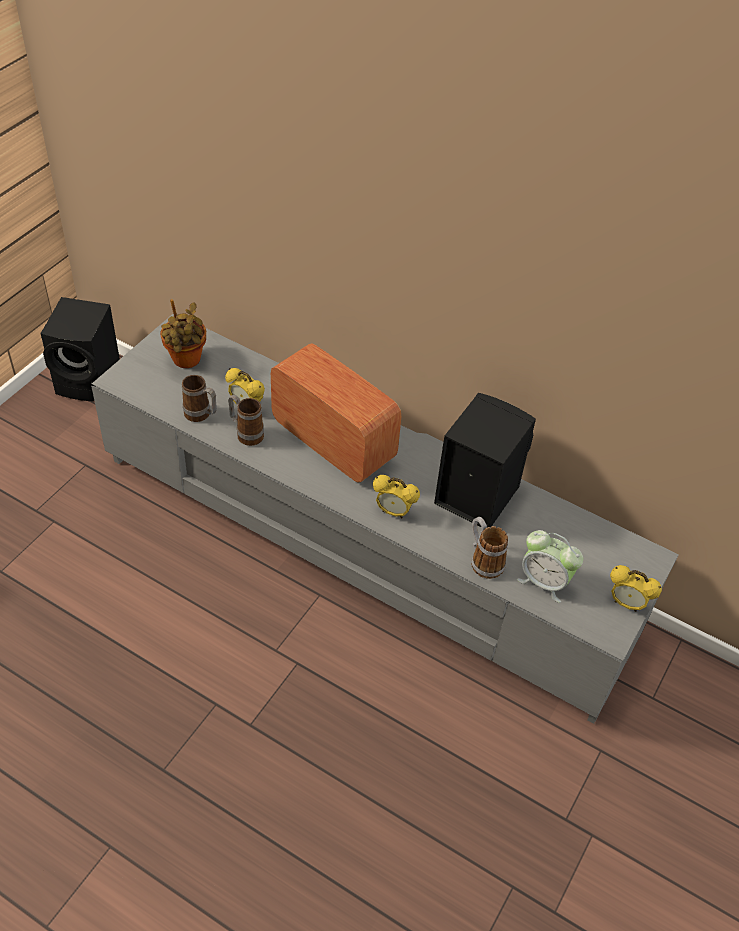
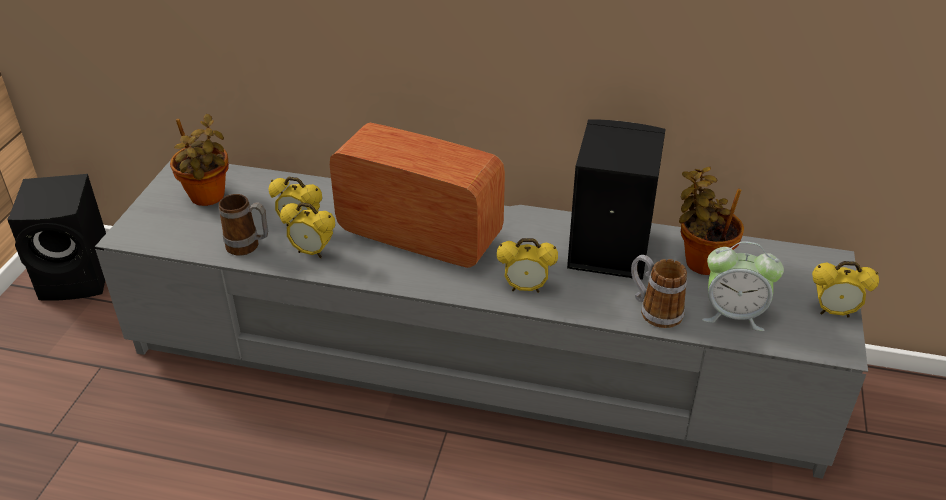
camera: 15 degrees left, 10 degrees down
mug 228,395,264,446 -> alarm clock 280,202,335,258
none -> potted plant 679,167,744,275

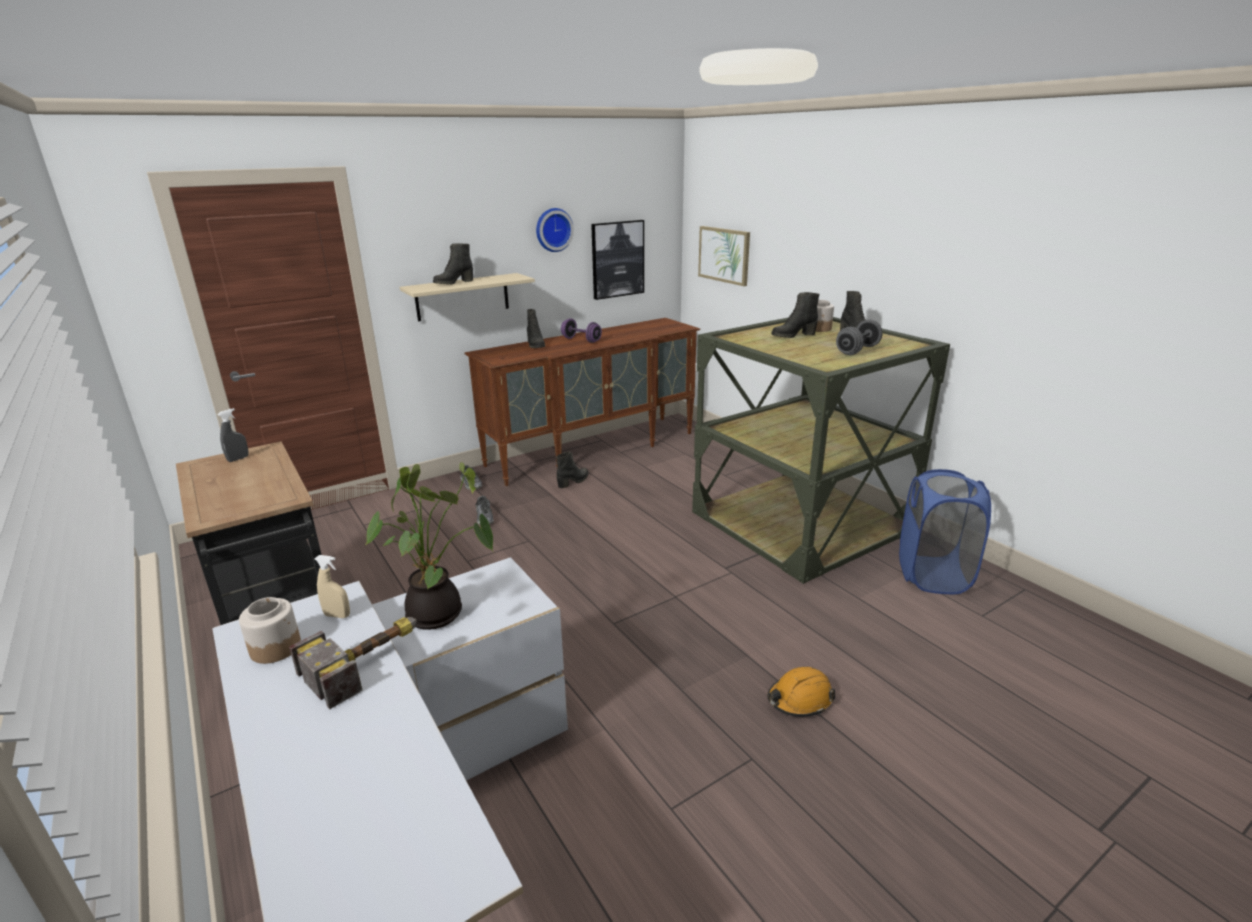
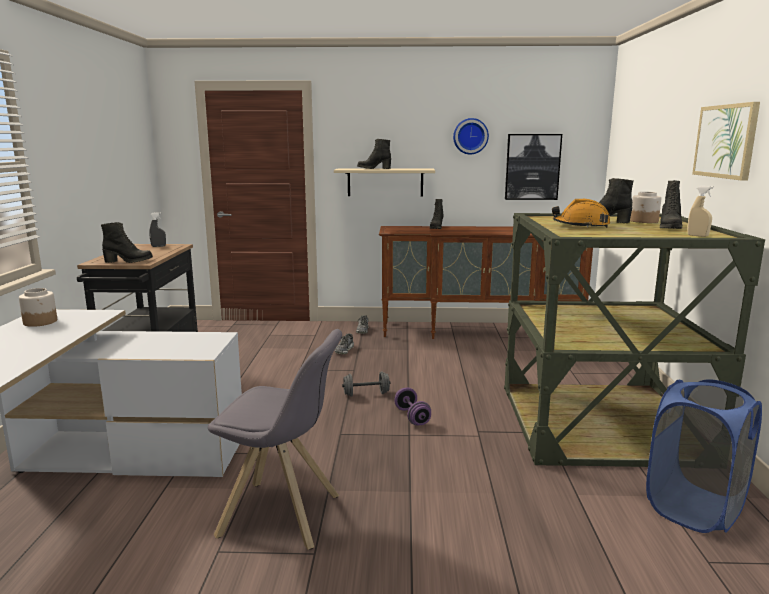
camera: 35 degrees right, 10 degrees down
picture 698,226,750,286 -> picture 692,102,760,181, move
dumbbell (purple) 561,318,602,343 -> dumbbell (purple) 394,388,431,425, move
dumbbell (grey) 836,319,883,355 -> dumbbell (grey) 342,372,390,397, move
boot (black) 556,452,589,488 -> boot (black) 101,222,153,263, move
potted plant 366,462,493,630 -> none
spray bottle (beige) 315,555,350,618 -> spray bottle (beige) 688,186,714,237, move
hammer 289,617,417,709 -> none
hard hat (orange) 767,667,835,717 -> hard hat (orange) 552,199,610,228, move
none -> chair (grey) 208,329,342,550

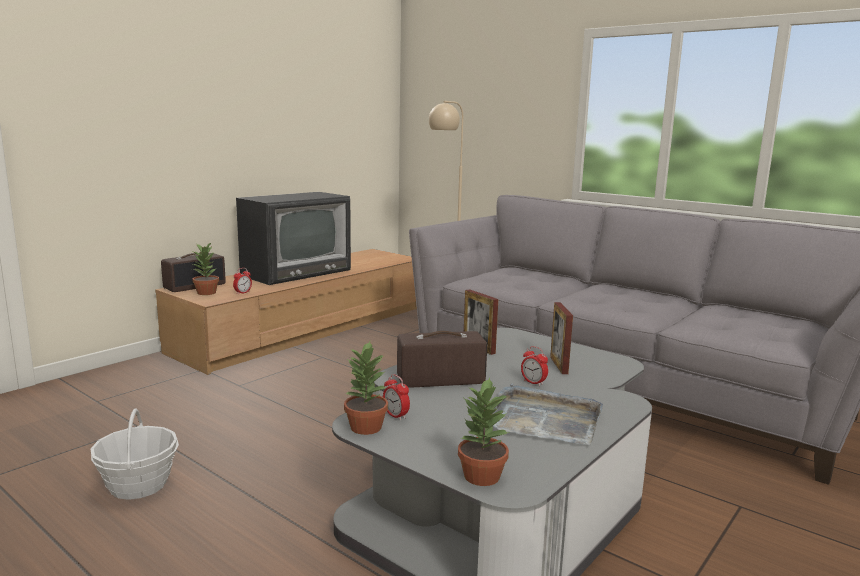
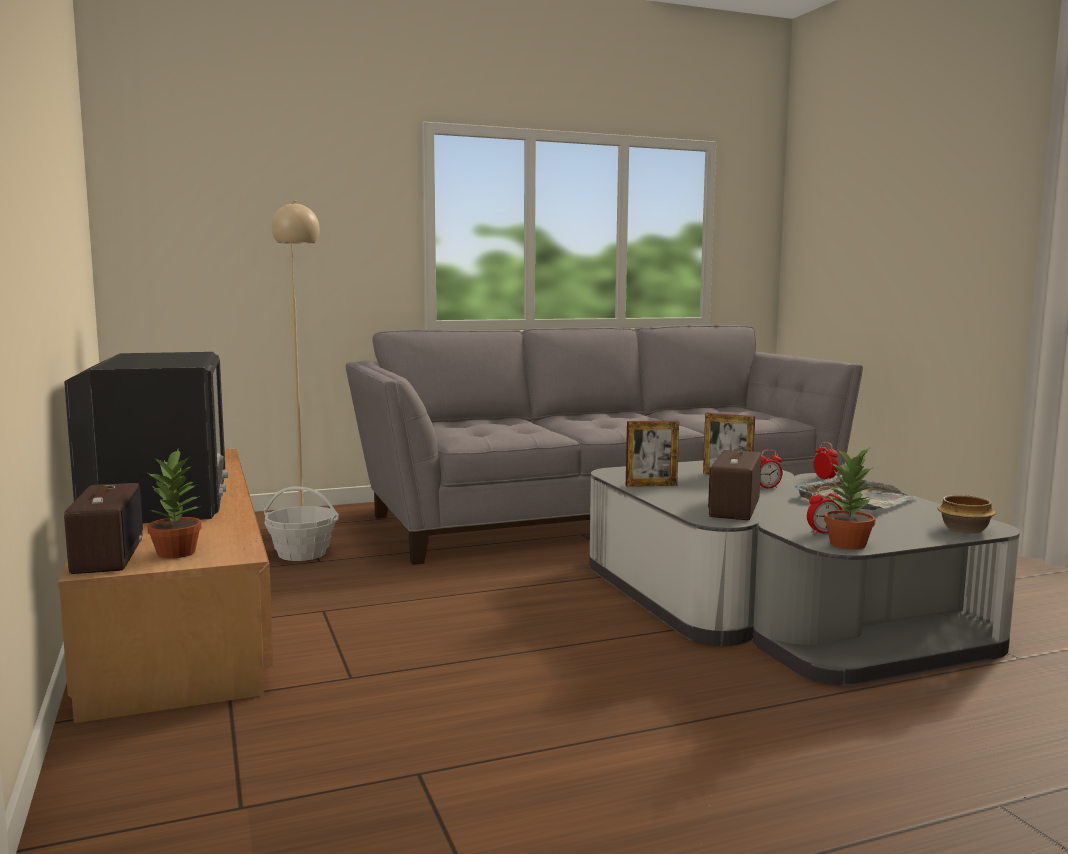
camera: 60 degrees left, 5 degrees down
alarm clock 233,268,252,294 -> alarm clock 814,442,838,479, move
potted plant 458,377,510,486 -> bowl 938,495,996,533
basket 91,408,179,500 -> basket 264,487,339,561, move

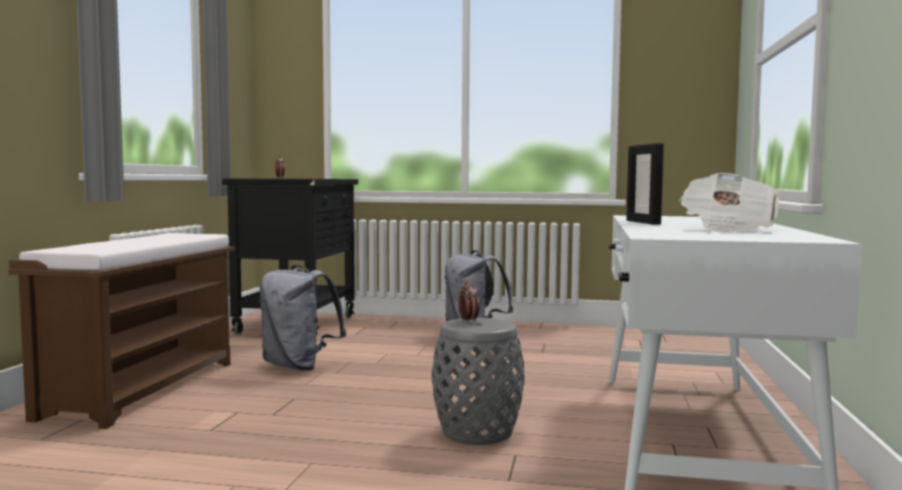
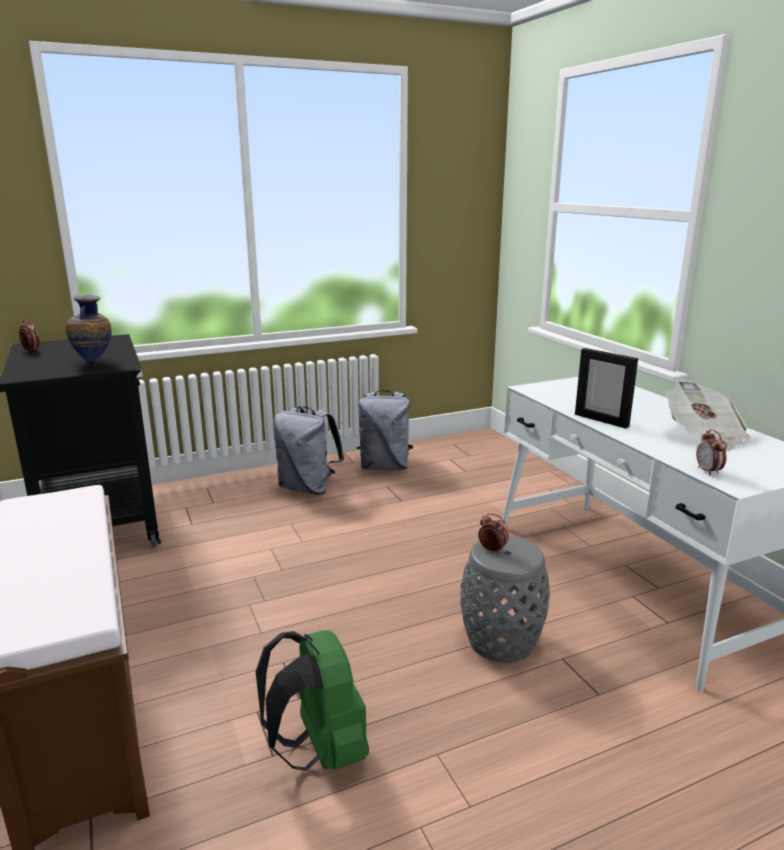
camera: 35 degrees left, 15 degrees up
backpack (grey) 260,265,346,370 -> backpack (grey) 357,390,413,470, move
none -> vase 66,295,112,362
none -> alarm clock 696,429,727,476
none -> backpack (green) 256,630,369,771

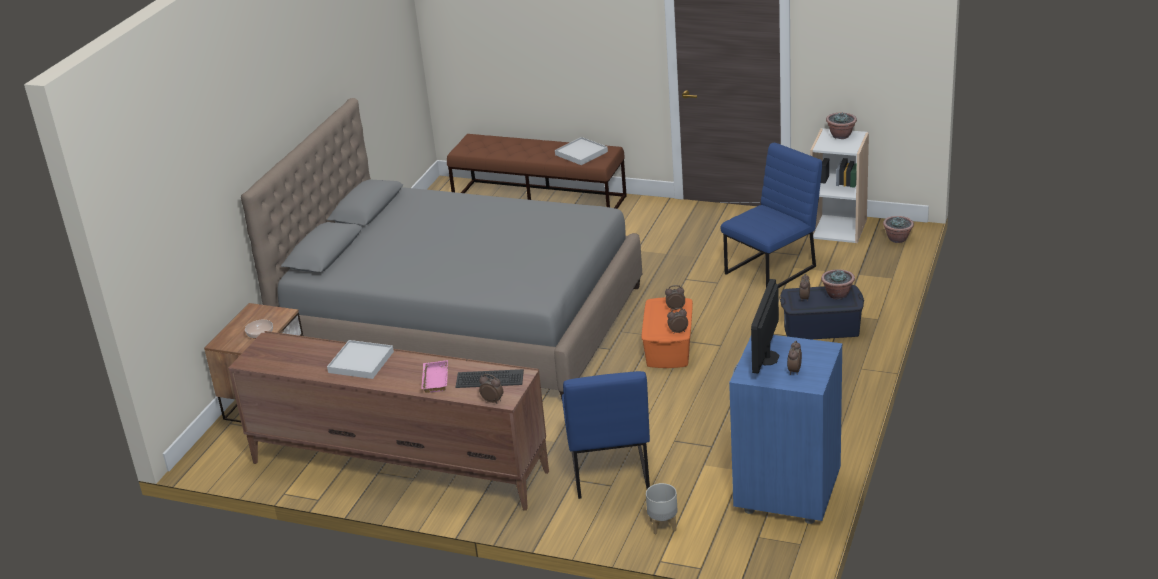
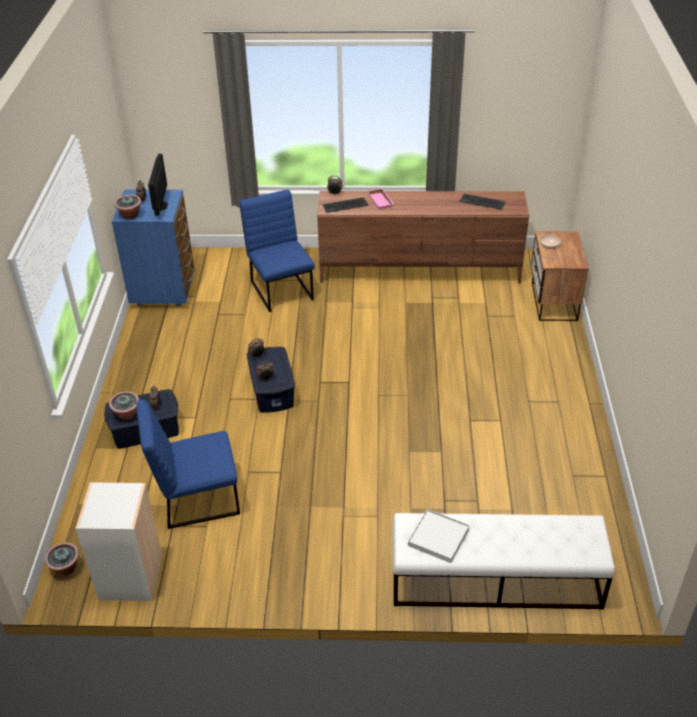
camera: 160 degrees right, 10 degrees up
bed (grey) 241,98,643,399 -> none
potted plant 826,112,857,139 -> potted plant 114,195,141,219, move
bench (brown) 447,134,627,209 -> bench (white) 392,513,615,609
chair (blue) 721,142,822,288 -> chair (blue) 136,399,240,529, 45 degrees clockwise
storage box (orange) 642,297,693,368 -> storage box (blue) 247,347,295,413
tray (white) 327,340,394,379 -> none
planter (grey) 646,483,678,534 -> none
none -> keyboard 459,194,506,210

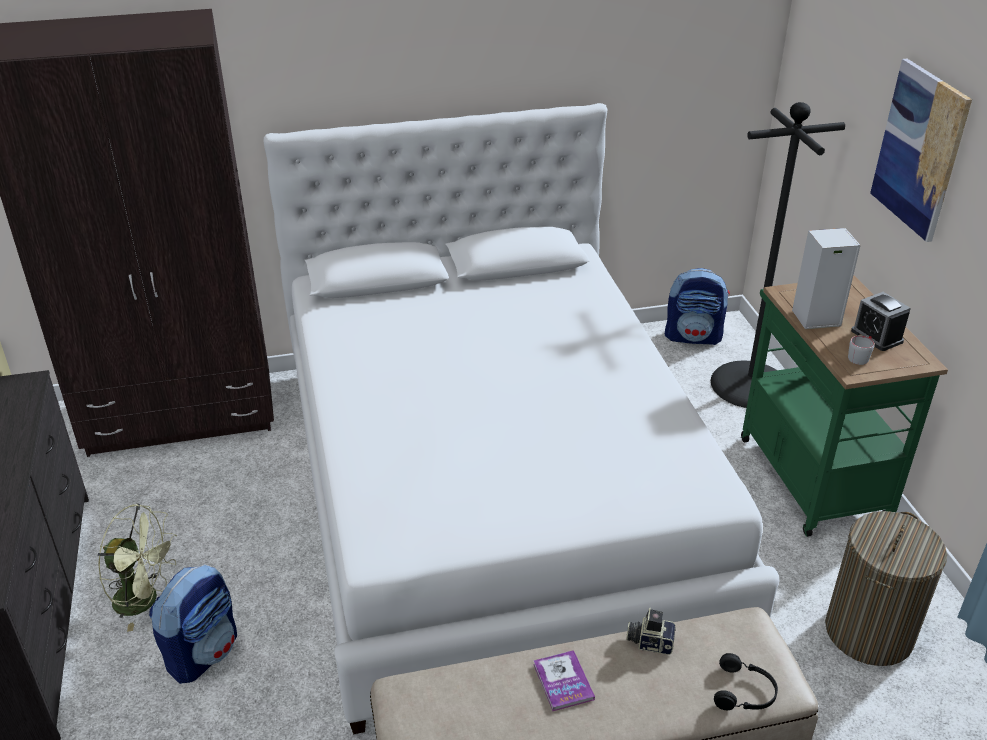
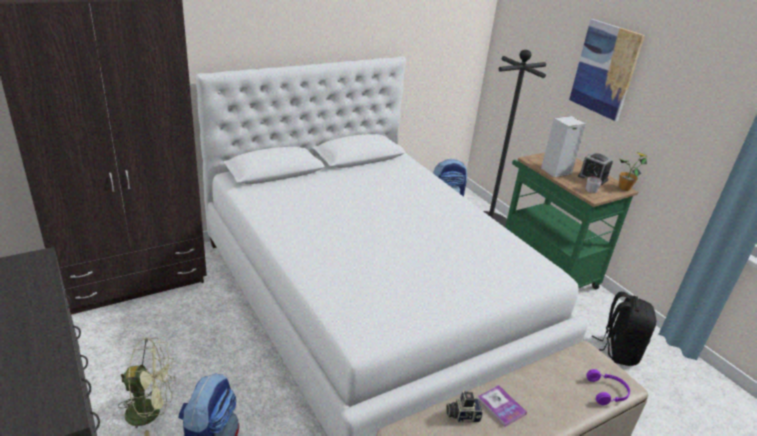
camera: 20 degrees left, 5 degrees down
laundry basket 825,511,947,666 -> backpack (black) 592,292,656,366
photo camera 626,608,676,655 -> photo camera 446,391,483,422, move
headphones (black) 714,653,778,710 -> headphones (purple) 587,369,630,405
none -> potted plant 619,152,648,191

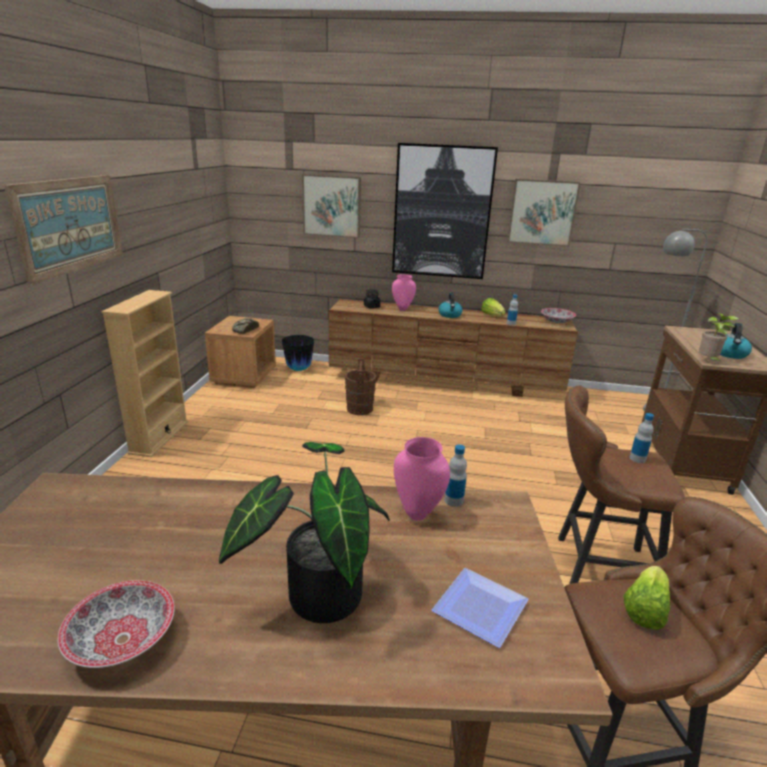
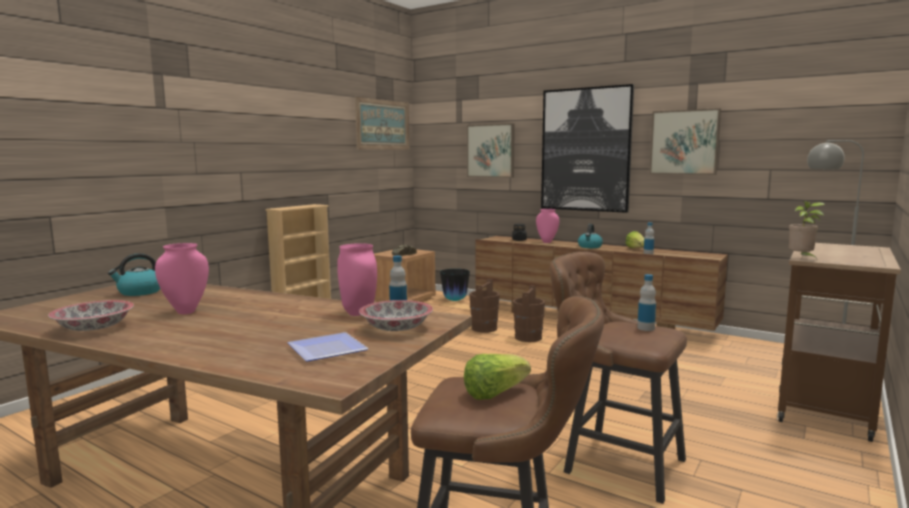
camera: 25 degrees right, 15 degrees down
picture 4,175,123,285 -> picture 355,97,410,150, move
bowl 541,308,576,323 -> bowl 359,300,433,331, move
kettle 720,323,752,359 -> kettle 108,253,160,296, move
potted plant 219,442,390,623 -> none
none -> vase (pink) 155,243,209,314
none -> bucket (brown) 513,285,545,342

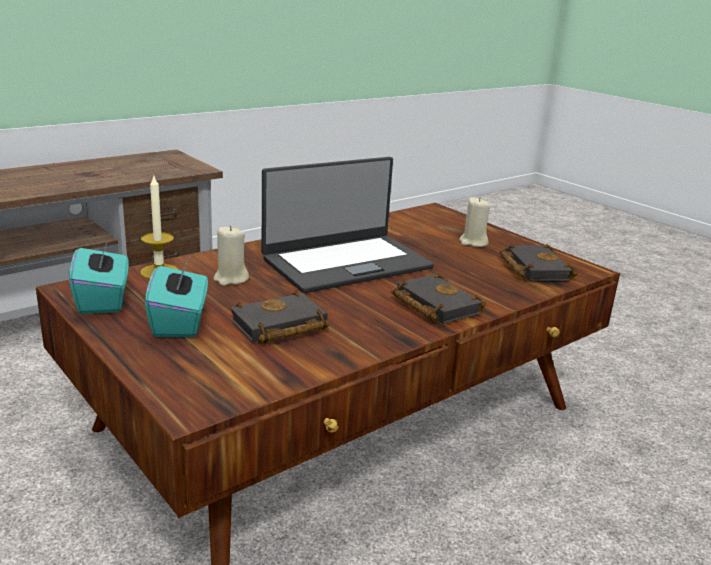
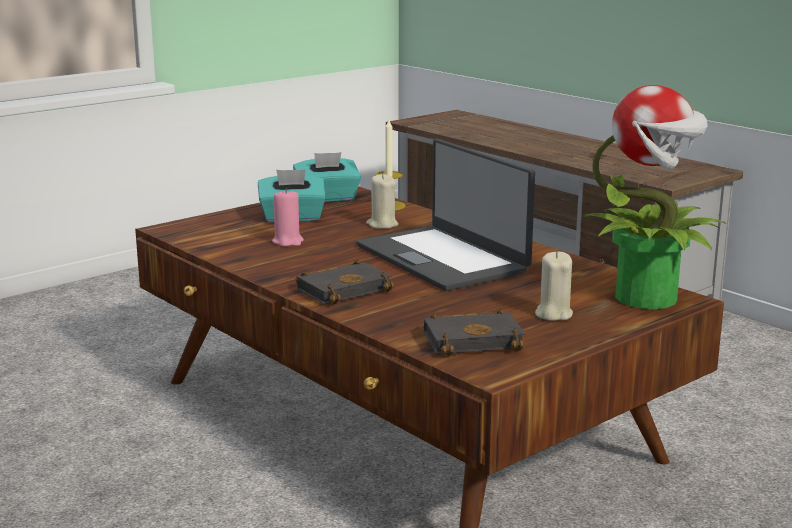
camera: 90 degrees right, 5 degrees down
book (black) 230,291,329,345 -> candle (pink) 272,188,304,247
none -> potted plant 583,85,726,309

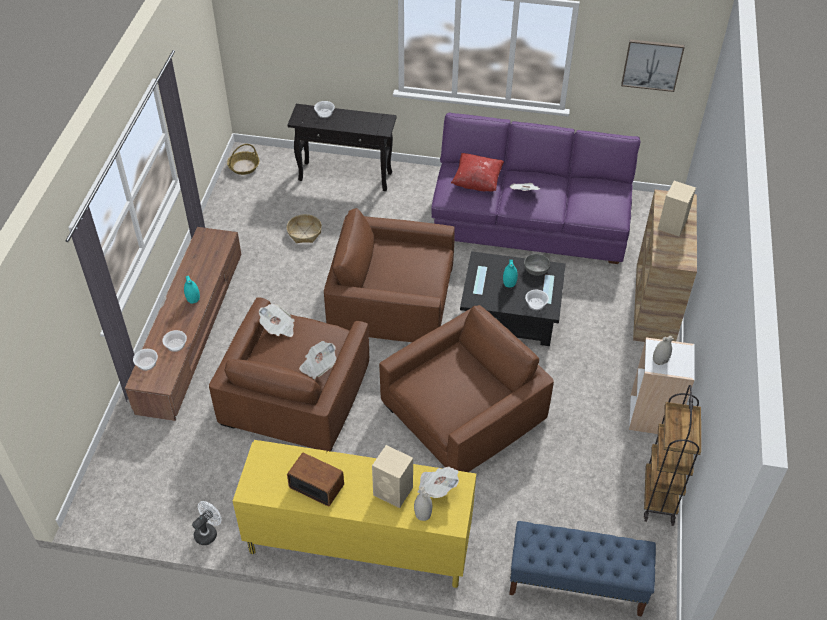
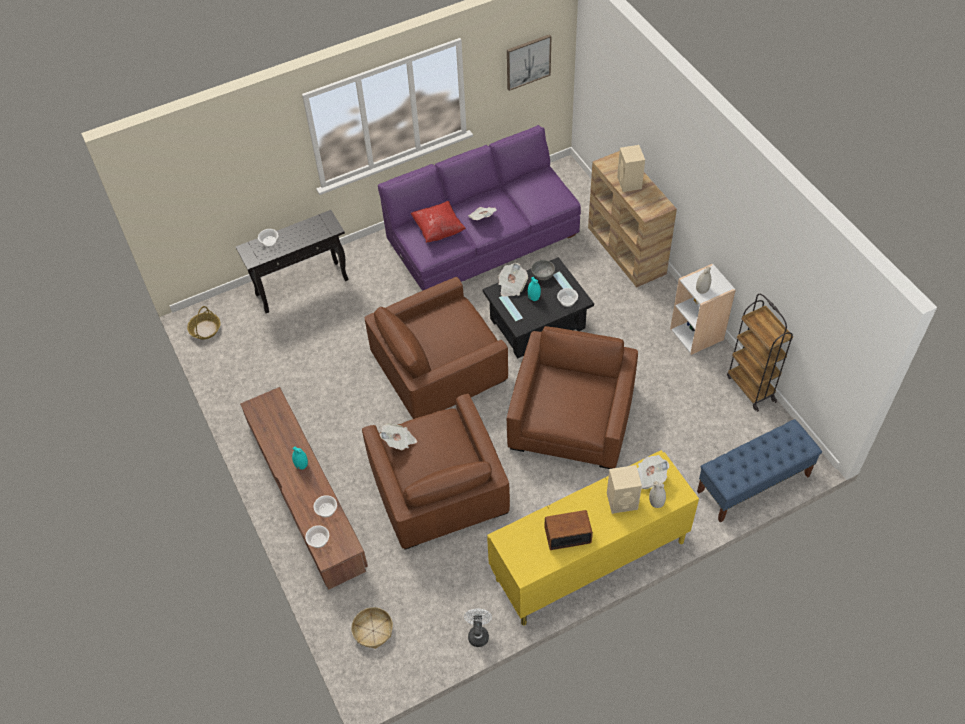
camera: 35 degrees left, 5 degrees up
basket 287,214,322,243 -> basket 351,607,393,649, move
newspaper 299,341,336,379 -> newspaper 498,263,528,297, move

